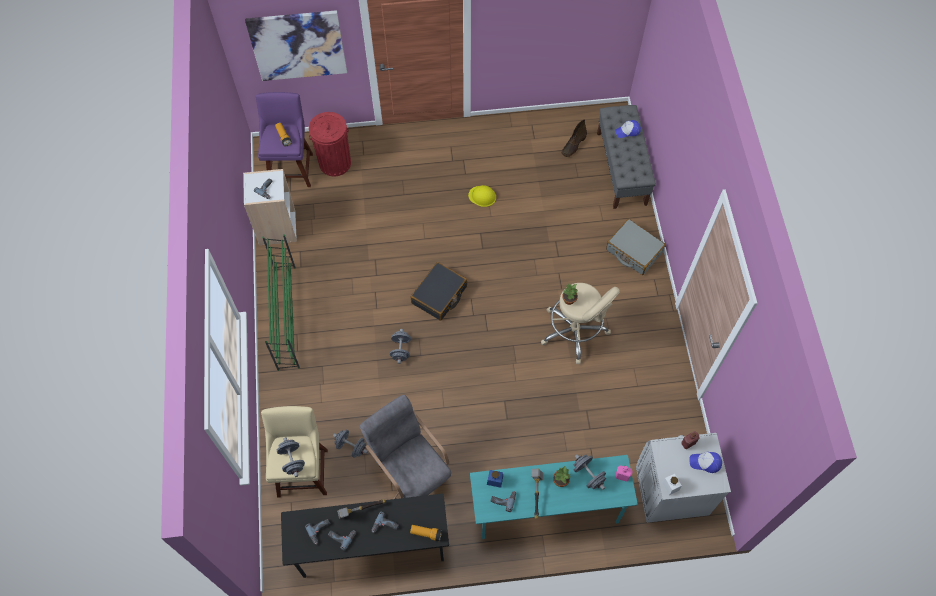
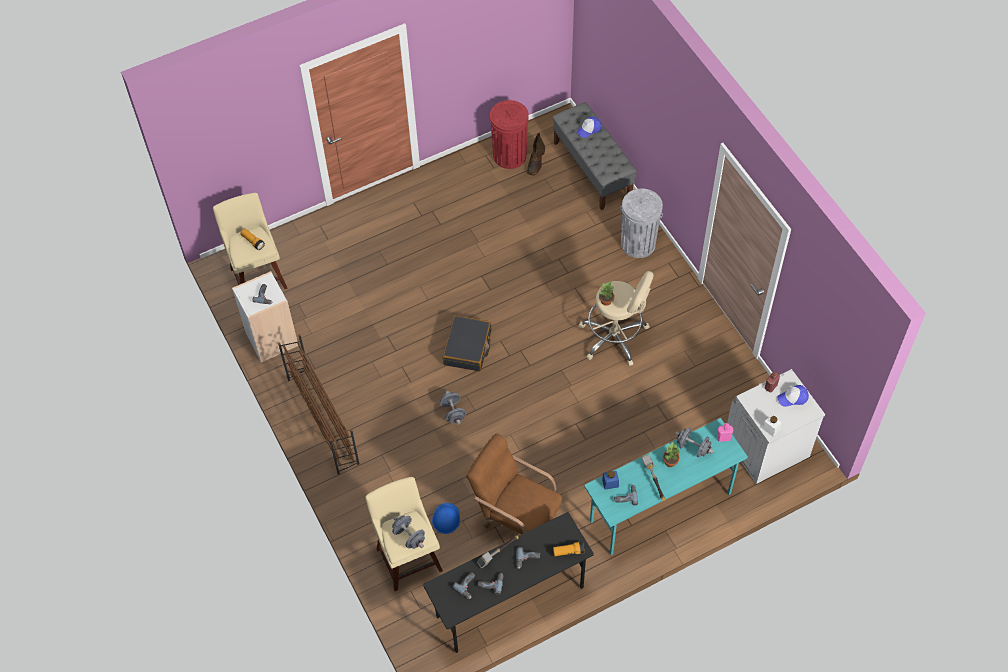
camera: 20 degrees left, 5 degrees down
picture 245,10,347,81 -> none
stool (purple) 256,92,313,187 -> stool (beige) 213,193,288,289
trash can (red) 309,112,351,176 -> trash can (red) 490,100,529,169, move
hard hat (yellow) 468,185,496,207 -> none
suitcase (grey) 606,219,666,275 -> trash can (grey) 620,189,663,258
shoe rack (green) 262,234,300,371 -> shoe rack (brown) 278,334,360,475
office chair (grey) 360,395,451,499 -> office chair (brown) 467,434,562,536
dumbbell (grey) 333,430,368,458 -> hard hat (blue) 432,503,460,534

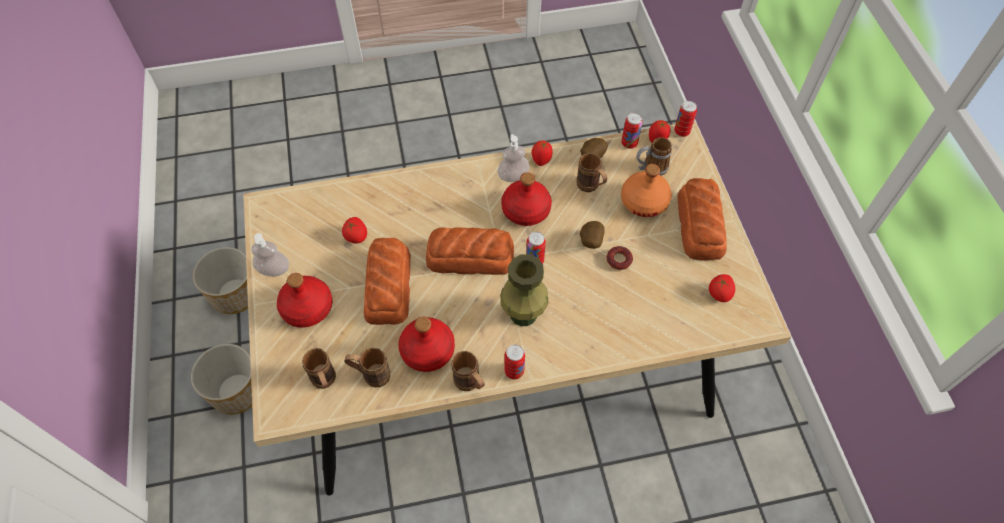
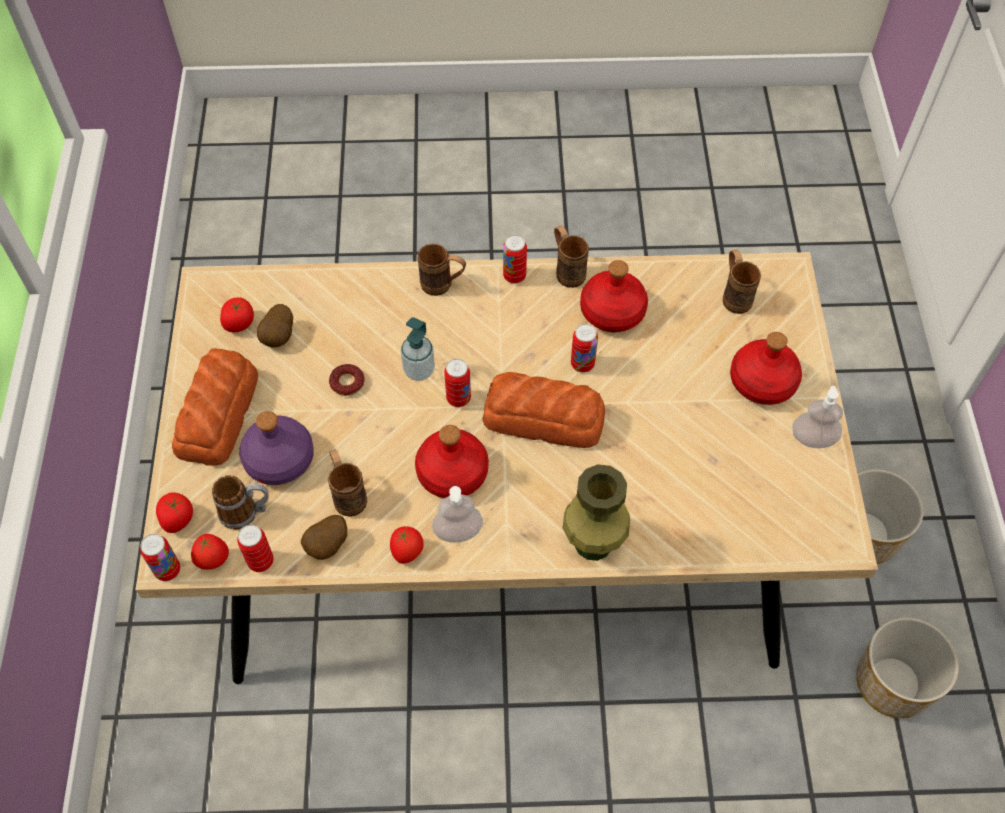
camera: 170 degrees left, 0 degrees up
bottle (orange) 621,164,672,217 -> bottle (purple) 239,411,314,485
tomato 342,217,367,243 -> tomato 156,492,193,533, move
potato 580,221,605,249 -> potato 257,304,293,347, move
bread 364,238,411,325 -> none
vase (green) 500,254,549,326 -> vase (green) 563,464,630,561, move
mug (brown) 344,348,390,388 -> mug (brown) 418,244,466,296, move
none -> soap dispenser 401,317,435,381
none -> can 571,324,598,373

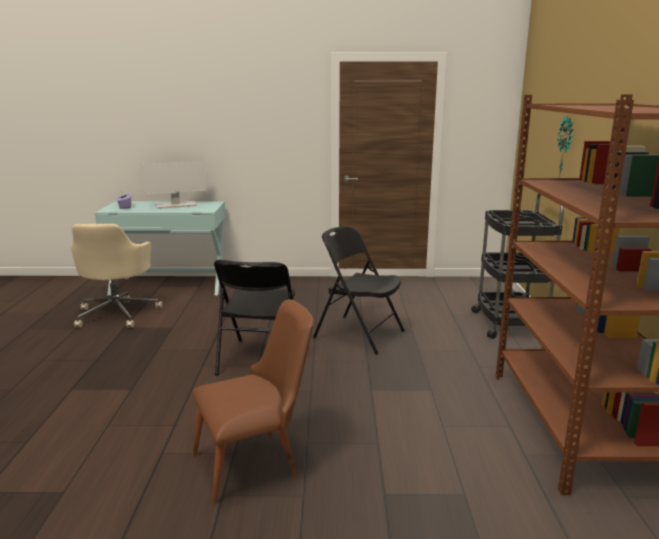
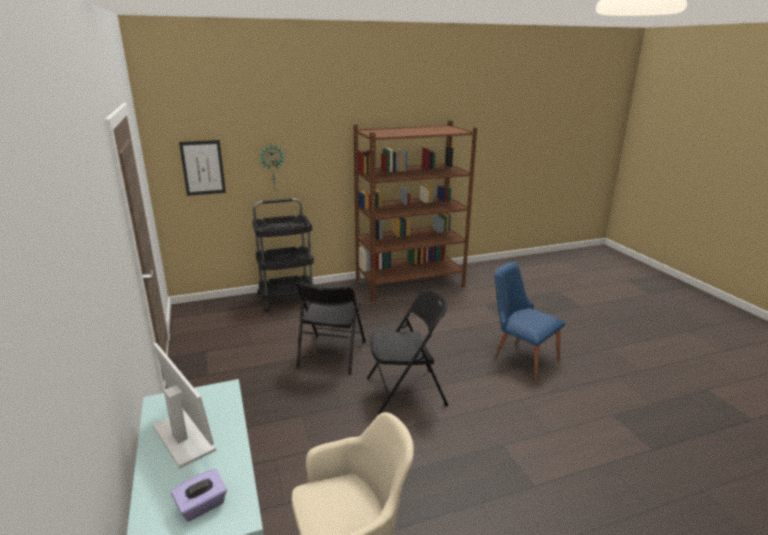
camera: 110 degrees left, 5 degrees up
chair (brown) 192,299,314,504 -> chair (blue) 493,262,565,381
none -> picture 179,140,226,196

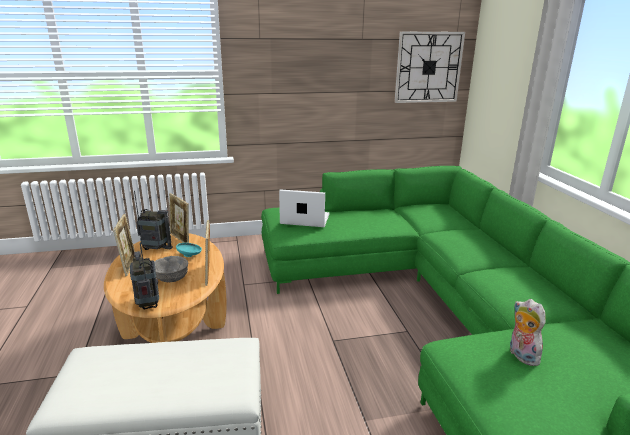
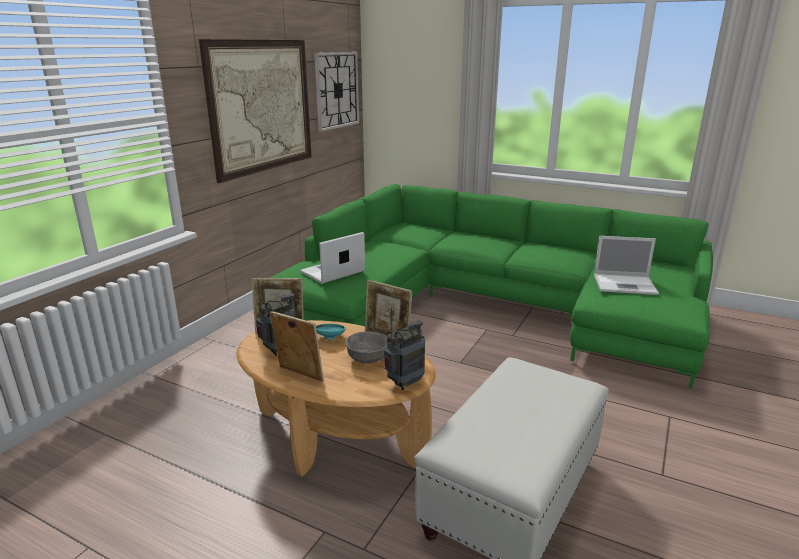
camera: 50 degrees left, 0 degrees up
radio 130,243,159,309 -> radio 384,307,425,390, 120 degrees clockwise
plush toy 510,299,545,366 -> laptop 594,236,659,295
none -> picture 199,39,312,183

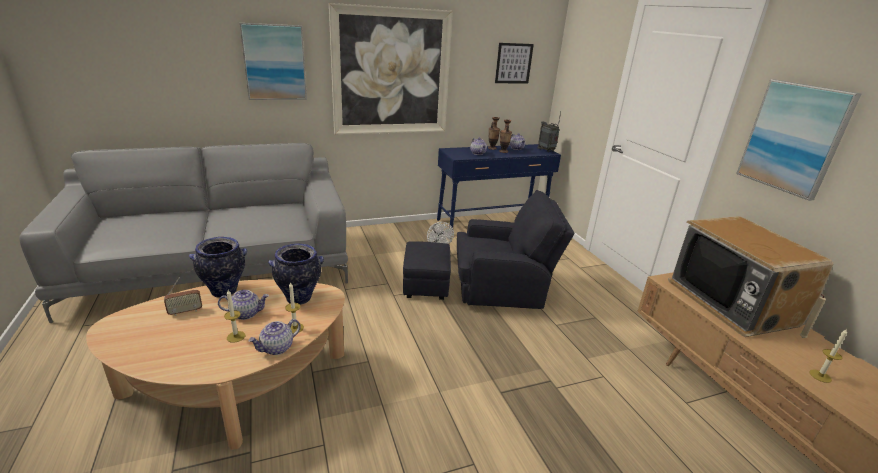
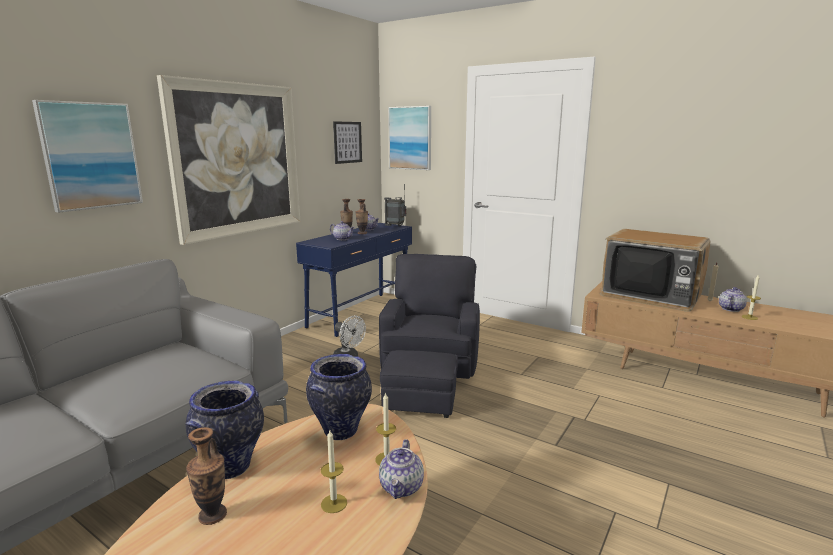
camera: 35 degrees left, 10 degrees down
picture 736,79,862,201 -> picture 388,106,431,170, move
armchair (black) 403,190,574,309 -> armchair (black) 379,254,480,418, 45 degrees counterclockwise
radio 164,278,202,316 -> vase 186,427,227,525
teapot 218,290,269,320 -> teapot 719,287,747,312, move

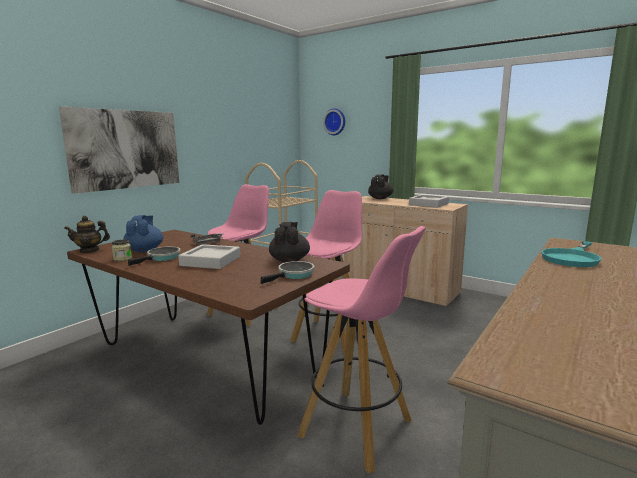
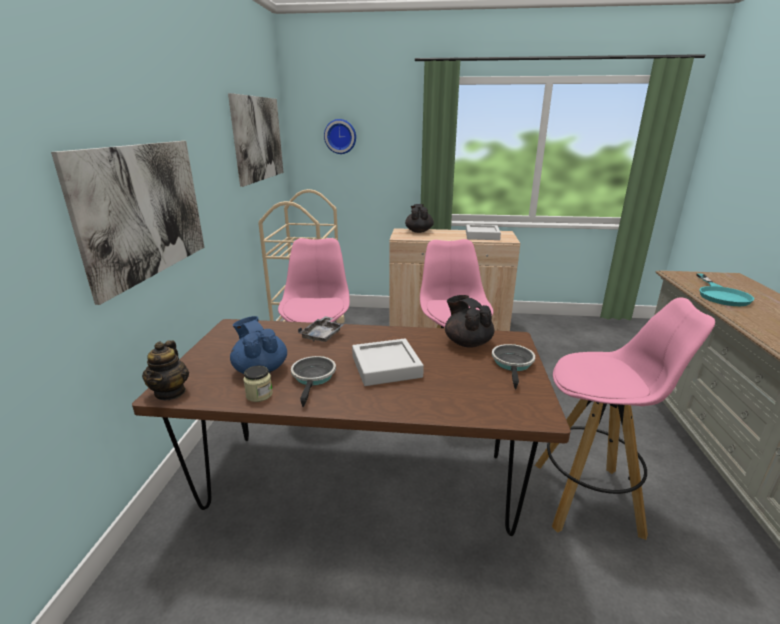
camera: 30 degrees left, 10 degrees up
teapot 64,216,110,253 -> teapot 142,340,189,400, 45 degrees counterclockwise
none -> picture 228,93,284,187

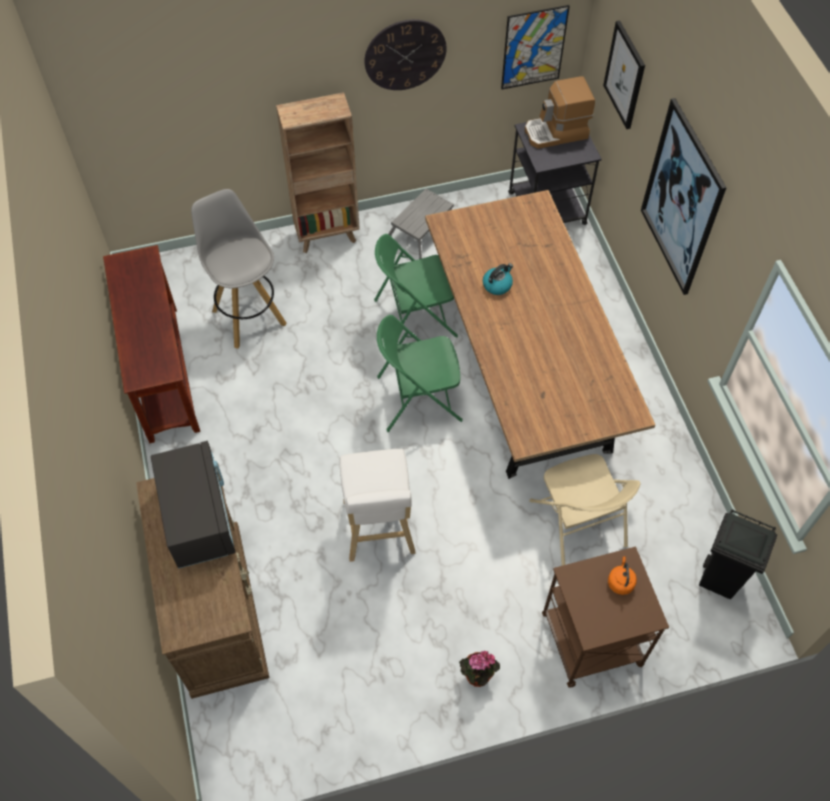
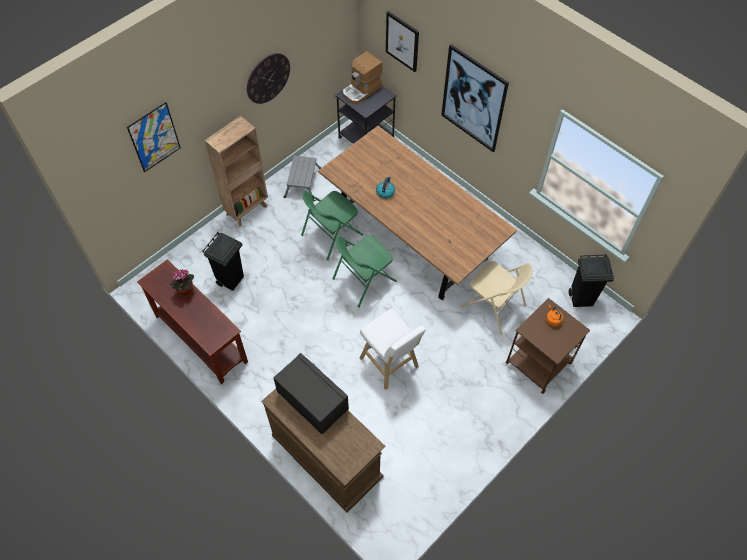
camera: 30 degrees left, 0 degrees up
picture 501,5,570,89 -> picture 127,102,181,172, move
stool (grey) 191,189,286,349 -> trash can (black) 202,232,244,291
potted plant 459,650,500,687 -> potted plant 170,269,194,297, move

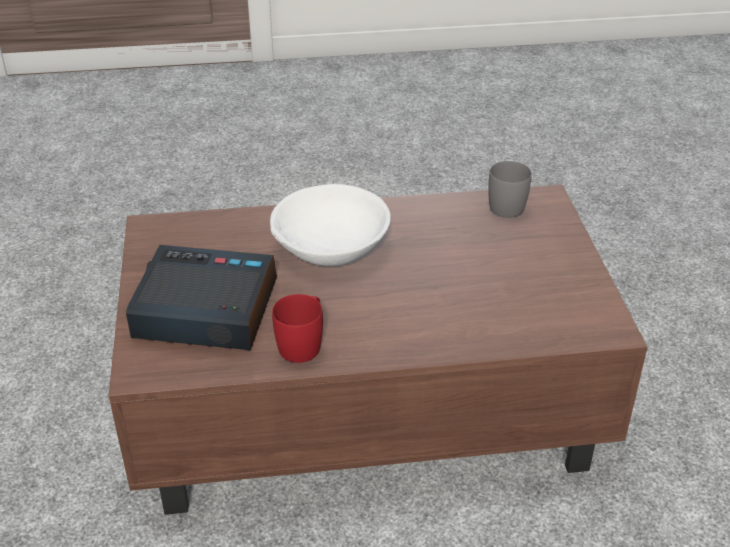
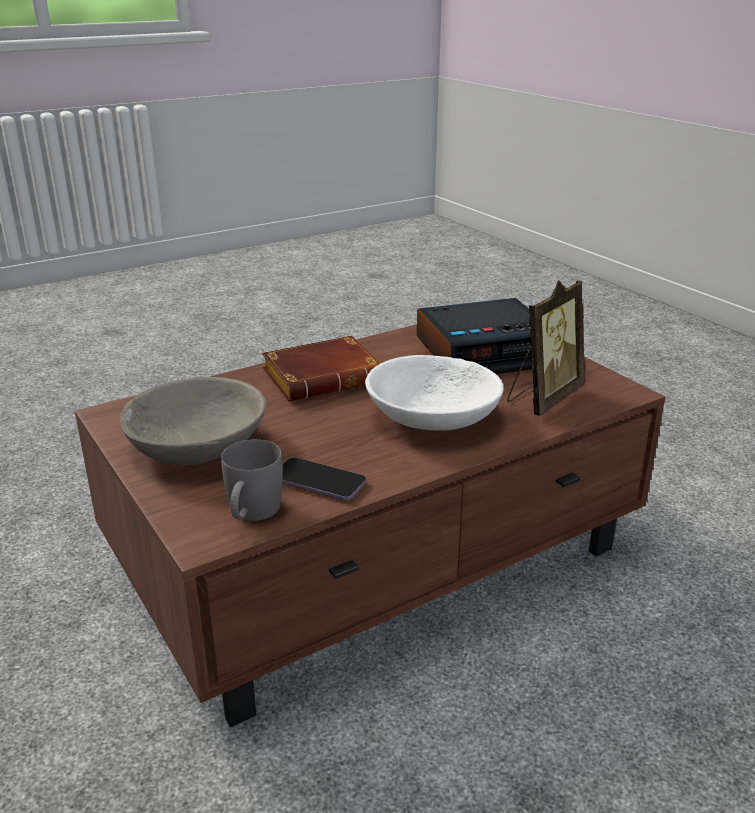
camera: 155 degrees right, 10 degrees down
mug (red) 272,294,323,363 -> none
none -> picture frame 507,280,585,416
none -> book (brown) 262,336,380,402
none -> bowl (grey) 120,377,267,465
none -> phone 283,457,366,500

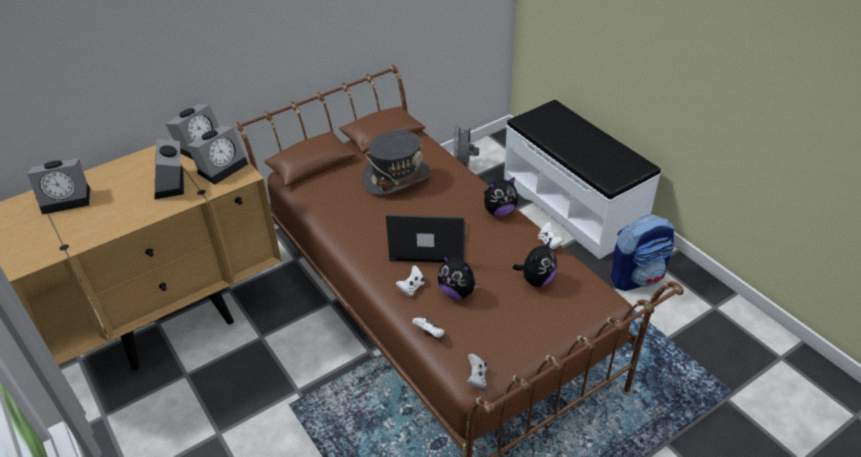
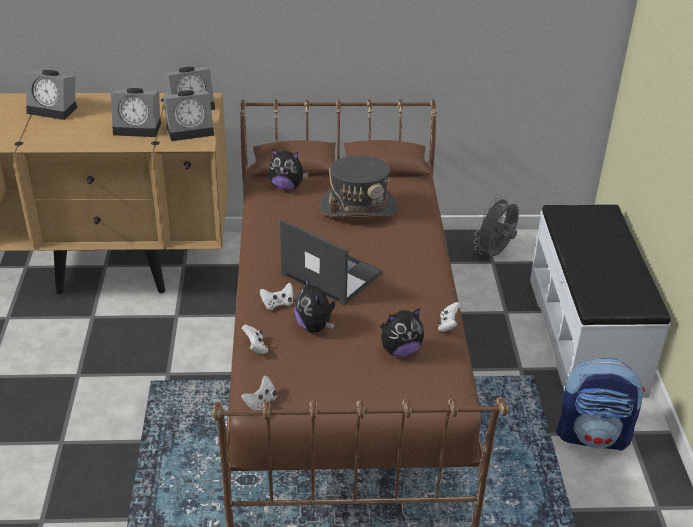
camera: 30 degrees right, 5 degrees down
alarm clock 155,139,184,199 -> alarm clock 111,88,161,137, 105 degrees counterclockwise
plush toy 484,177,518,216 -> plush toy 268,148,309,190, move

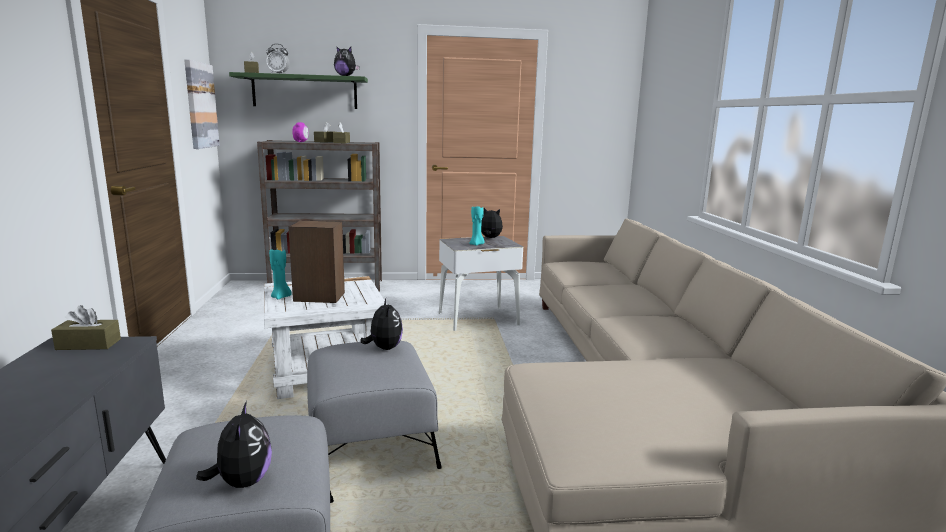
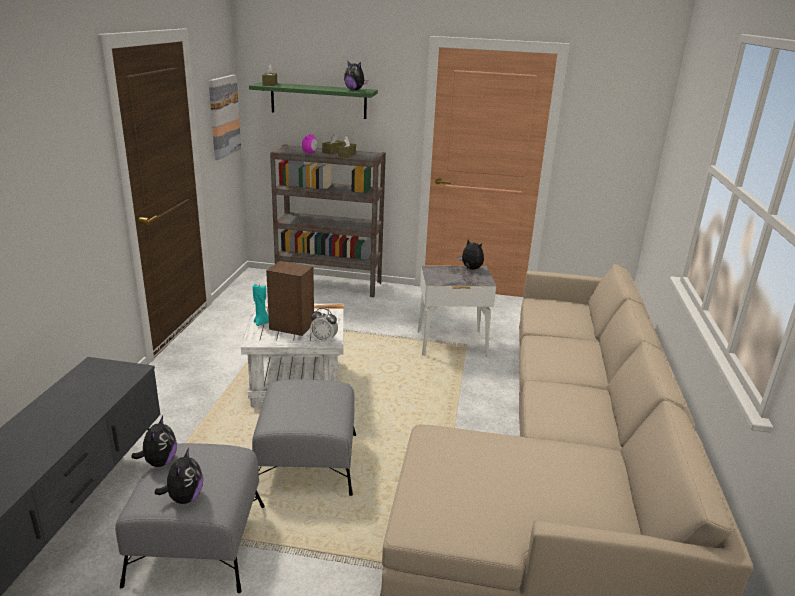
camera: 15 degrees right, 10 degrees up
alarm clock 266,44,290,73 -> alarm clock 310,308,338,344, move
candle (turquoise) 469,205,484,245 -> none
plush toy 361,299,403,350 -> plush toy 131,416,177,467, move
tissue box (brown) 51,305,121,350 -> none

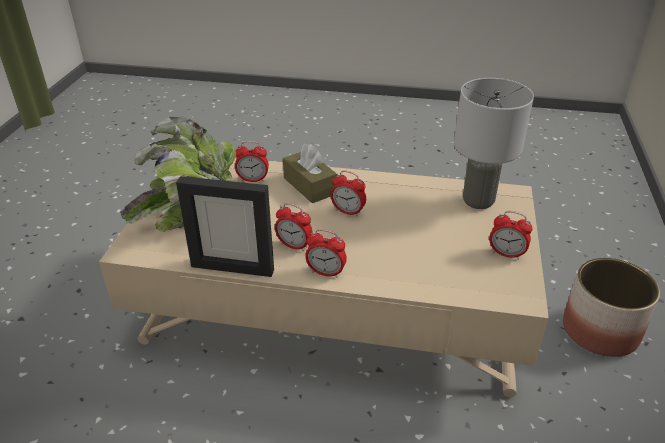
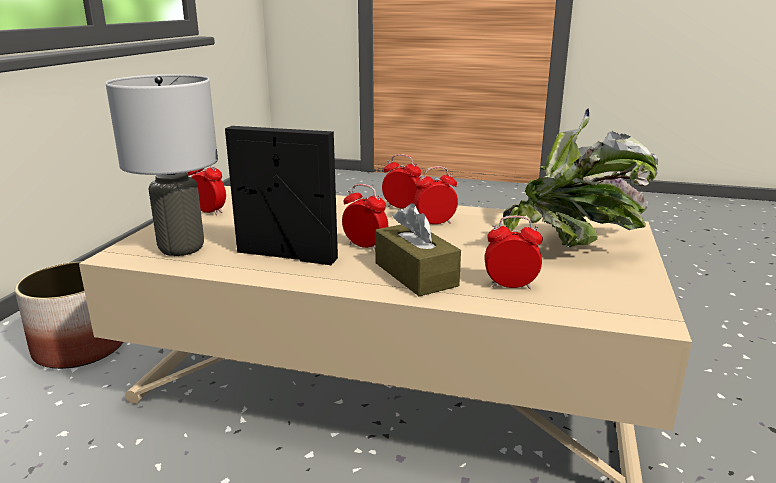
camera: 175 degrees left, 15 degrees down
picture frame 176,176,274,277 -> picture frame 225,126,338,265, move
alarm clock 275,203,313,252 -> alarm clock 414,167,458,224, 45 degrees counterclockwise

